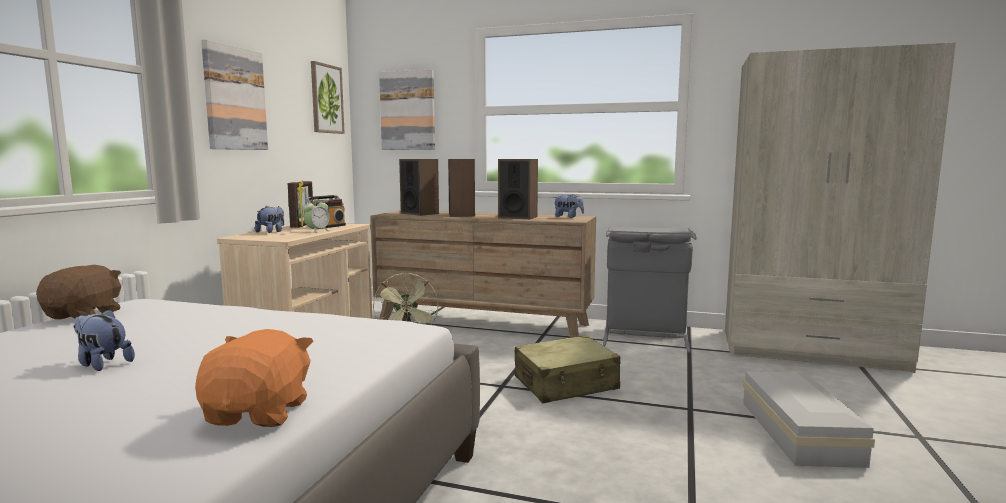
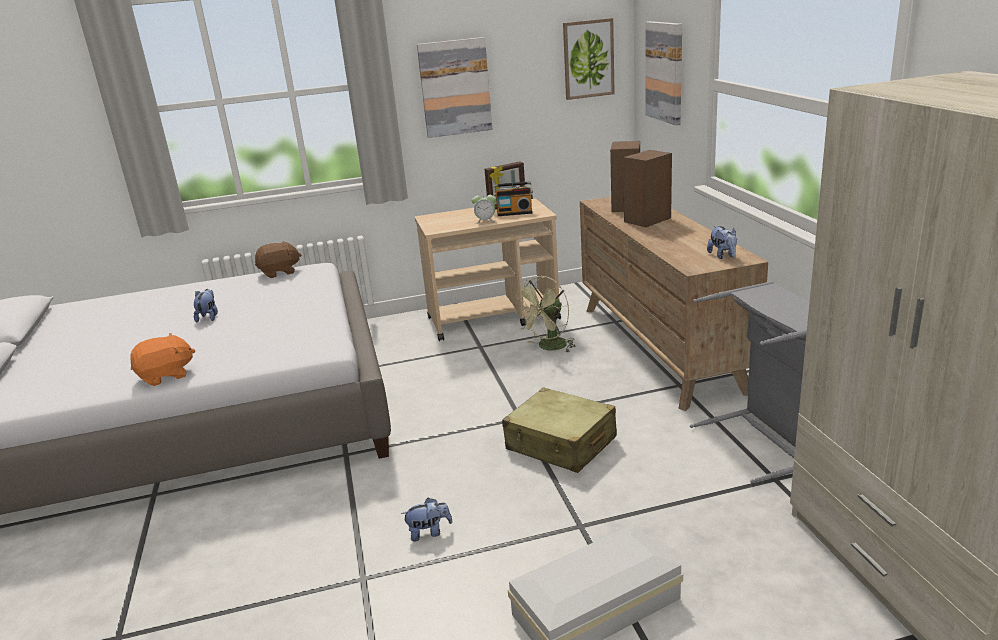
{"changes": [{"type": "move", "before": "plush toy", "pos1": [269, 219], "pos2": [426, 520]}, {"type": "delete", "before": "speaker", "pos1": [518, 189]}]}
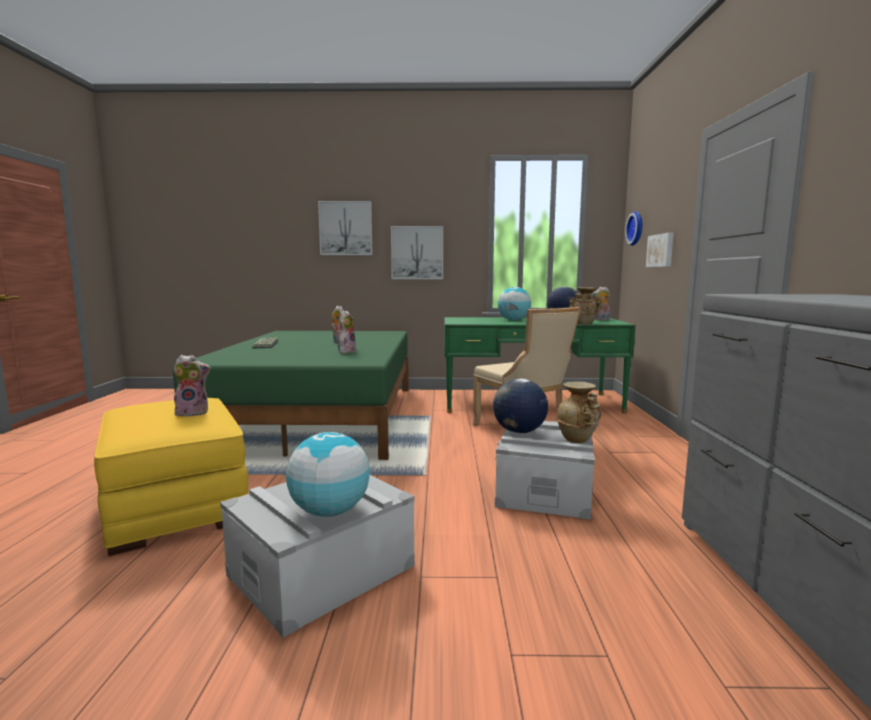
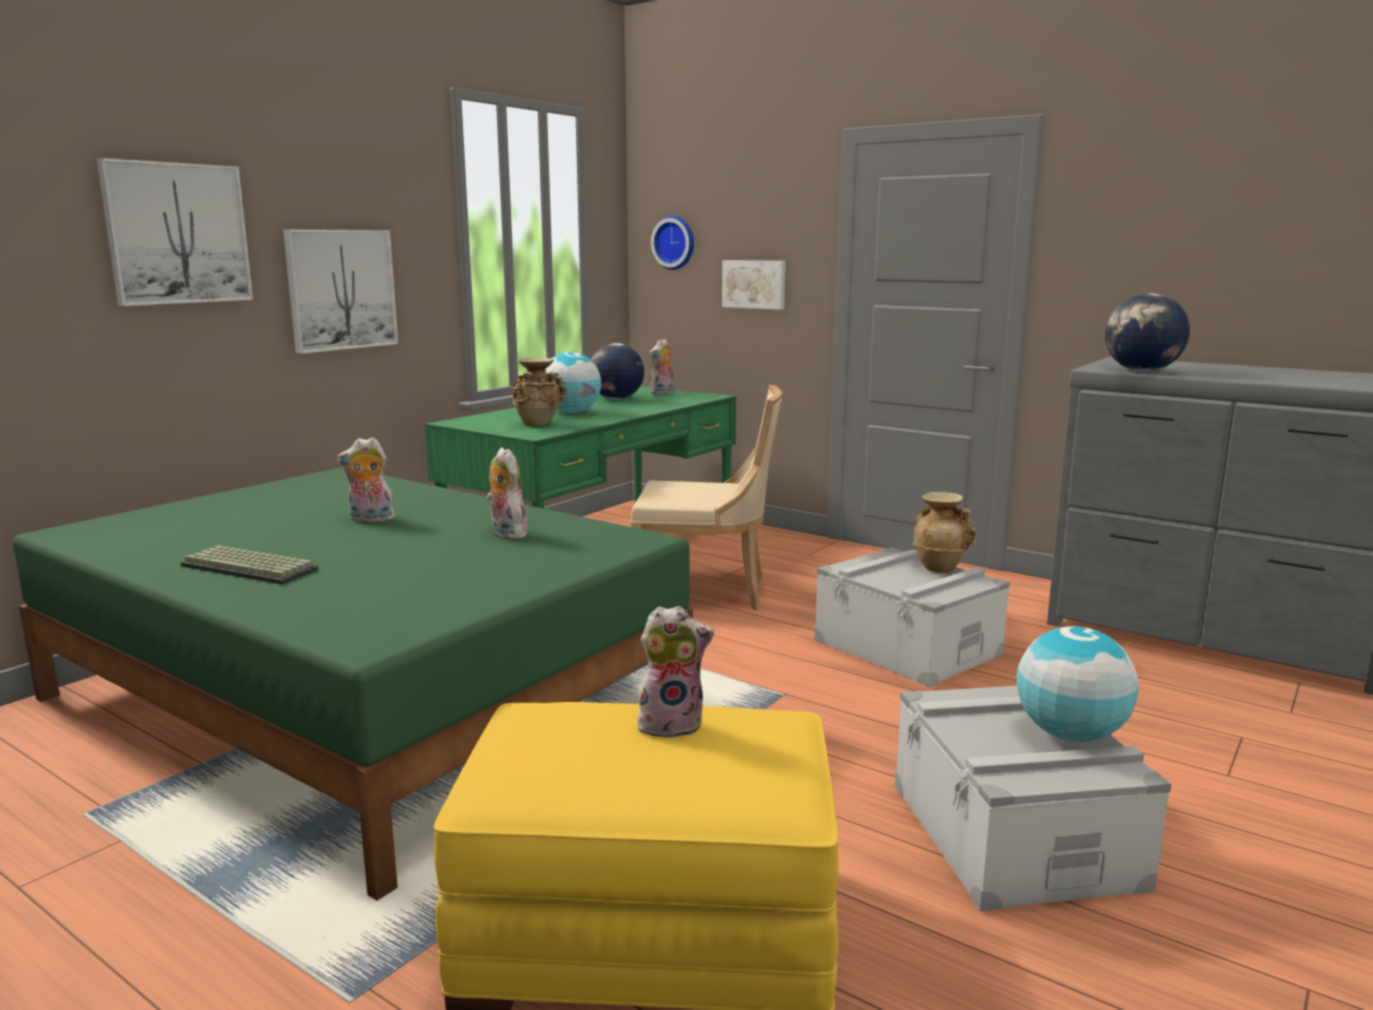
{"changes": [{"type": "move", "before": "beige vase", "pos1": [586, 305], "pos2": [539, 392]}, {"type": "rotate", "before": "plush toy", "pos1": [192, 386], "pos2": [675, 672], "turn": 60}, {"type": "move", "before": "globe", "pos1": [520, 406], "pos2": [1147, 333]}]}
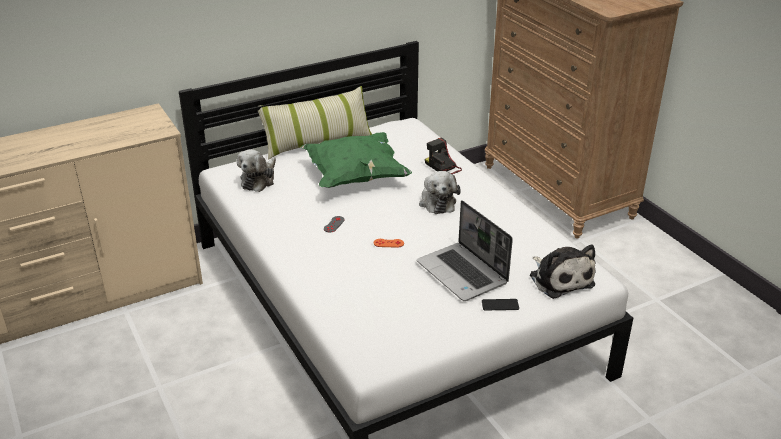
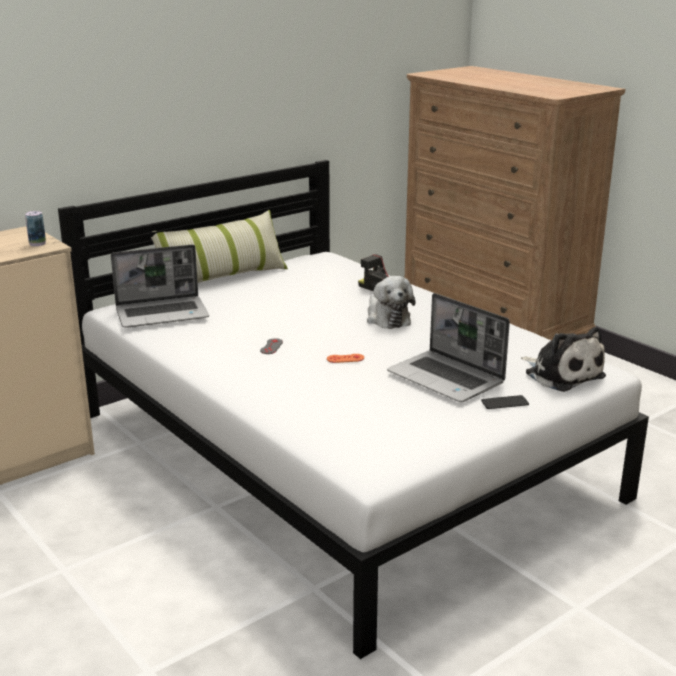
{"changes": [{"type": "insert", "after": "can", "pos2": [35, 228]}, {"type": "replace", "before": "plush toy", "after": "laptop", "pos1": [256, 170], "pos2": [160, 285]}, {"type": "delete", "before": "green pillow", "pos1": [356, 160]}]}
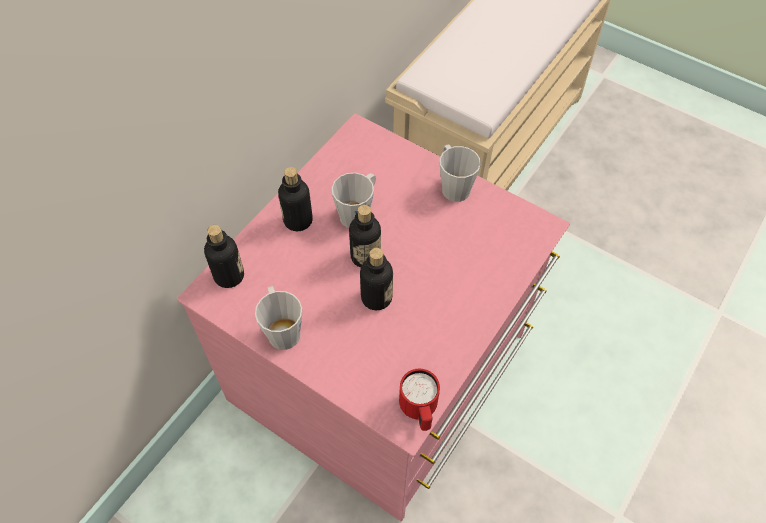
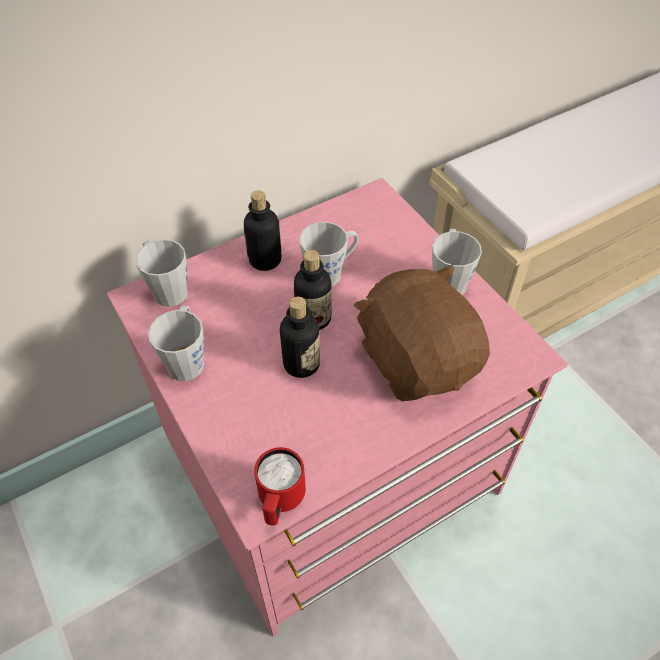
{"changes": [{"type": "replace", "before": "bottle", "after": "grey mug", "pos1": [224, 256], "pos2": [162, 273]}, {"type": "insert", "after": "brown plush toy", "pos2": [422, 332]}]}
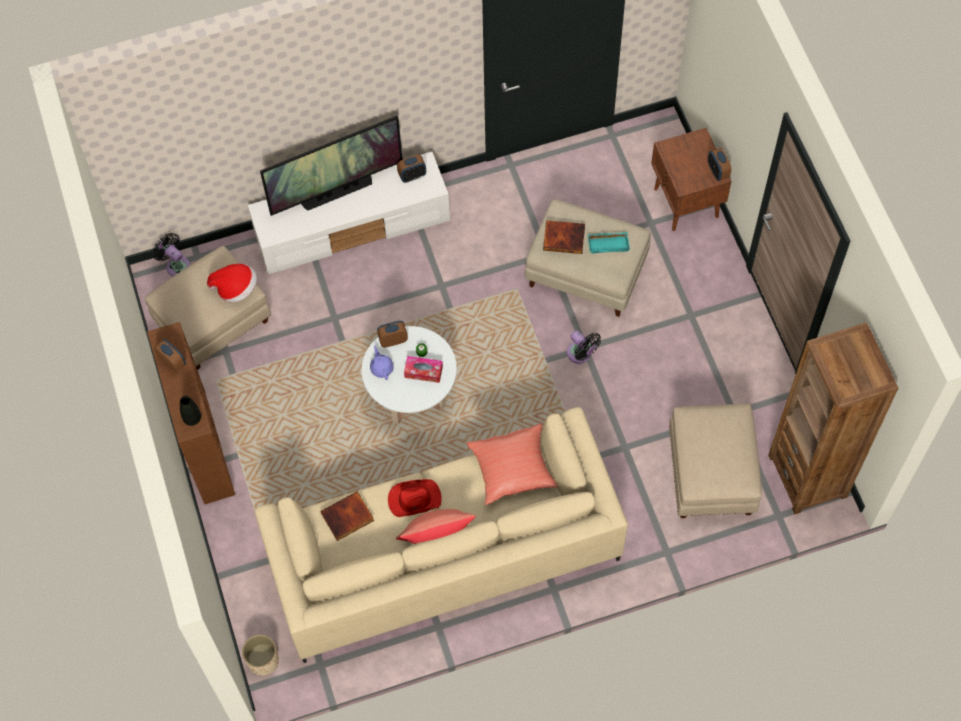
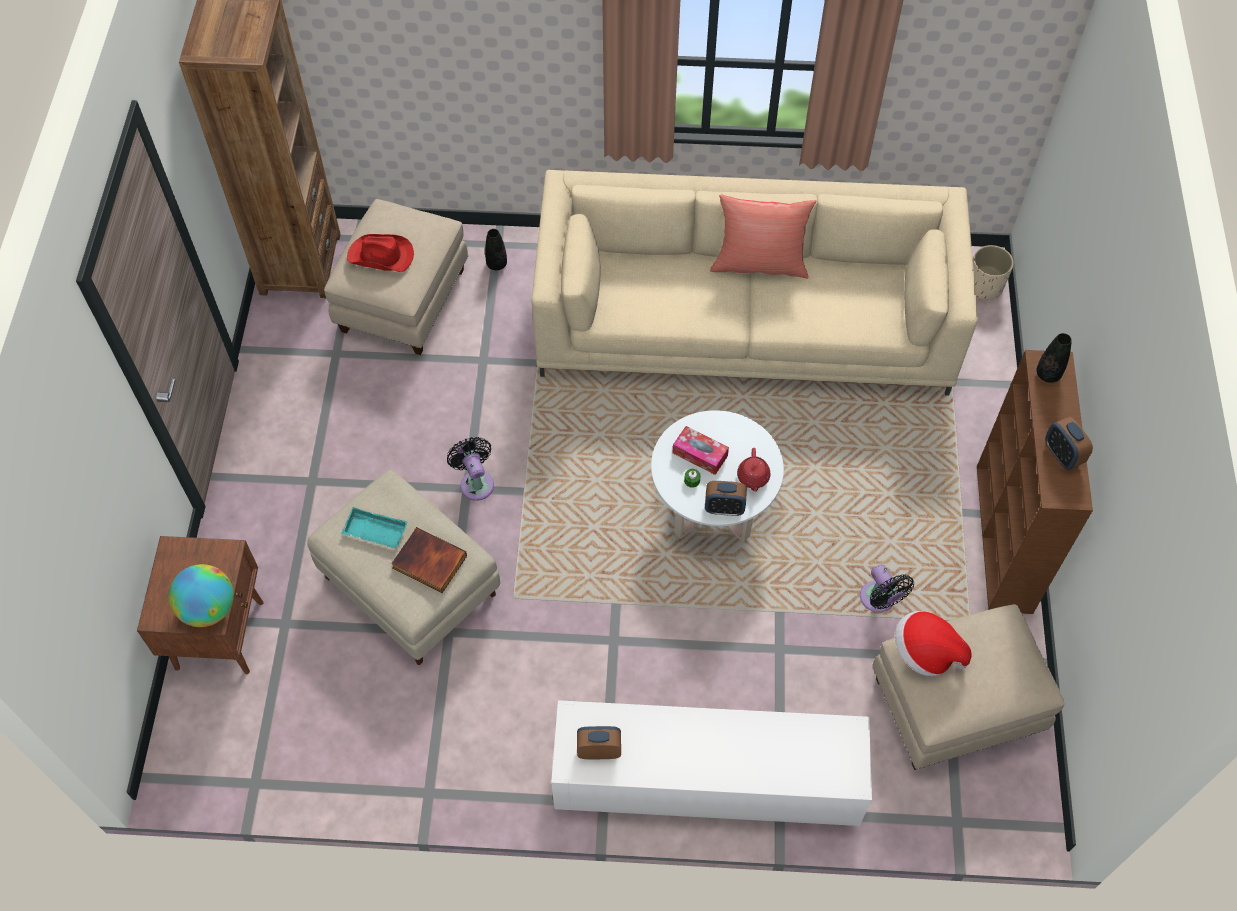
{"changes": [{"type": "insert", "after": "globe", "pos2": [201, 595]}, {"type": "move", "before": "red hat", "pos1": [415, 498], "pos2": [380, 253]}, {"type": "insert", "after": "black vase", "pos2": [496, 249]}, {"type": "recolor", "before": "purple teapot", "after": "red teapot", "pos1": [382, 362], "pos2": [753, 470]}, {"type": "move", "before": "black fan", "pos1": [171, 255], "pos2": [887, 589]}, {"type": "delete", "before": "television", "pos1": [331, 166]}, {"type": "delete", "before": "book", "pos1": [347, 516]}, {"type": "delete", "before": "red pillow", "pos1": [512, 464]}, {"type": "delete", "before": "alarm clock", "pos1": [720, 164]}]}
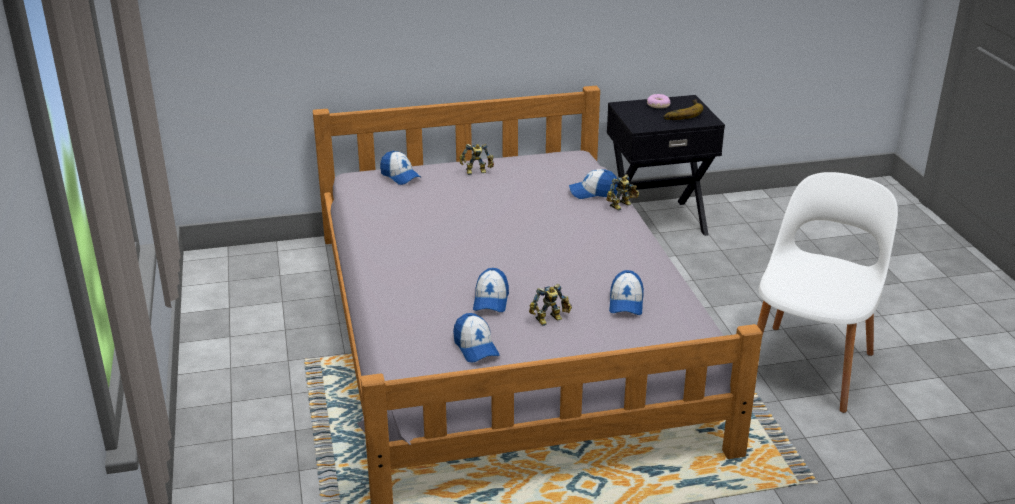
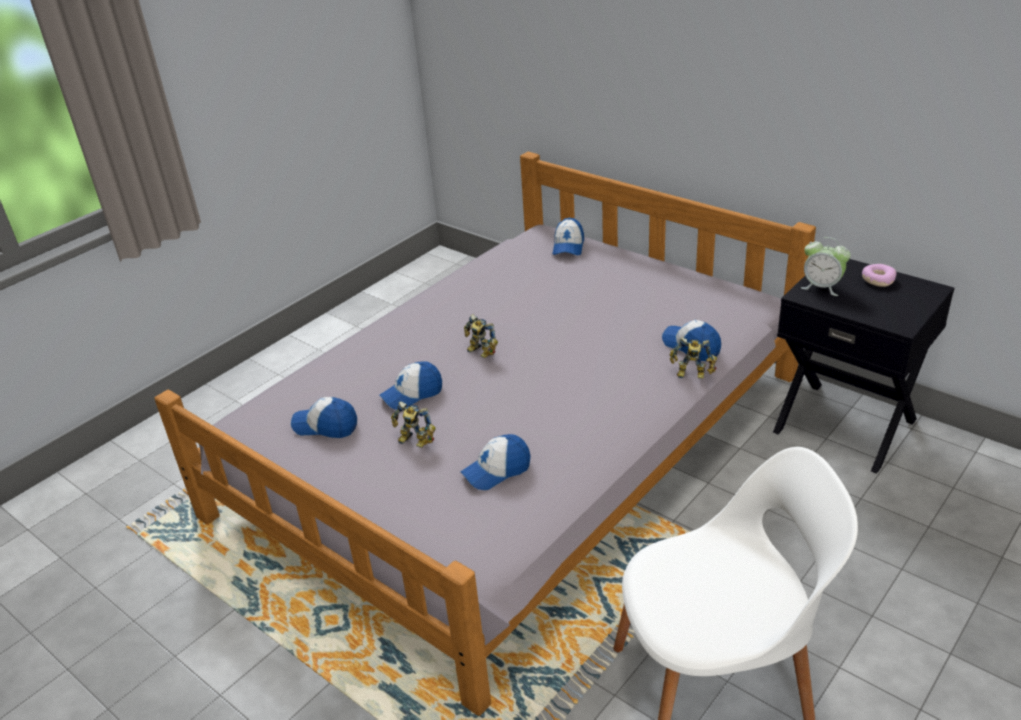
{"changes": [{"type": "rotate", "before": "cap", "pos1": [476, 338], "pos2": [324, 417], "turn": 75}, {"type": "move", "before": "toy robot", "pos1": [476, 159], "pos2": [481, 336]}, {"type": "insert", "after": "alarm clock", "pos2": [826, 266]}, {"type": "delete", "before": "banana", "pos1": [683, 109]}]}
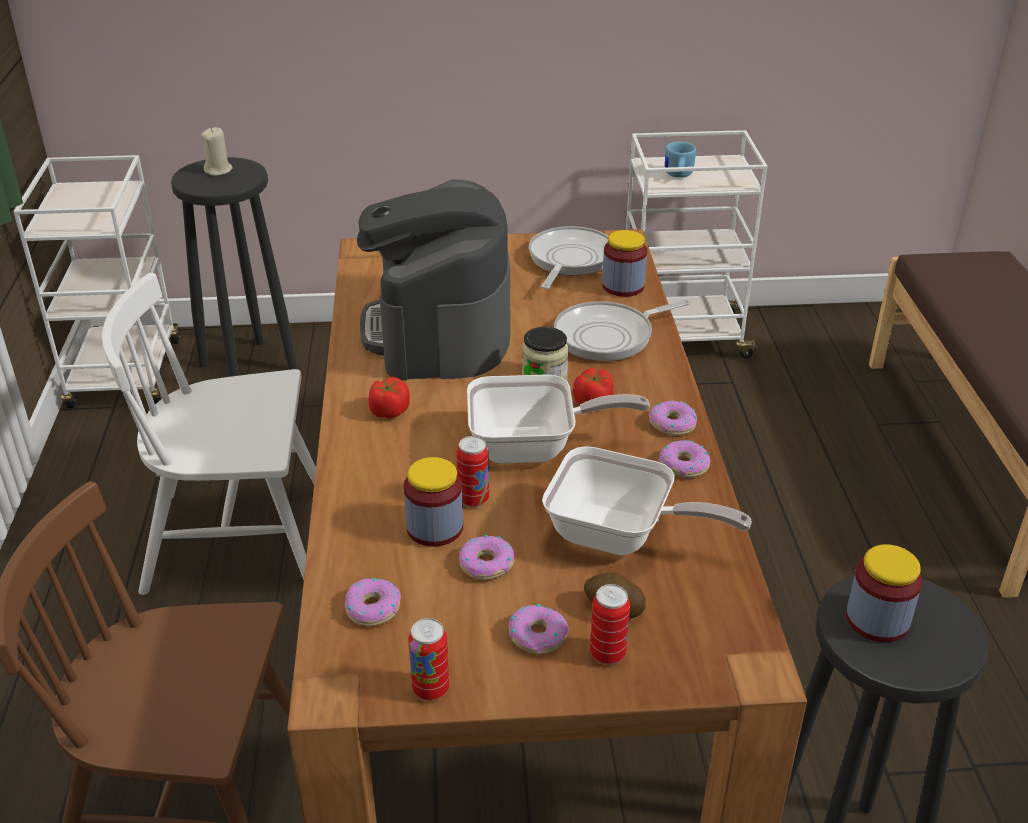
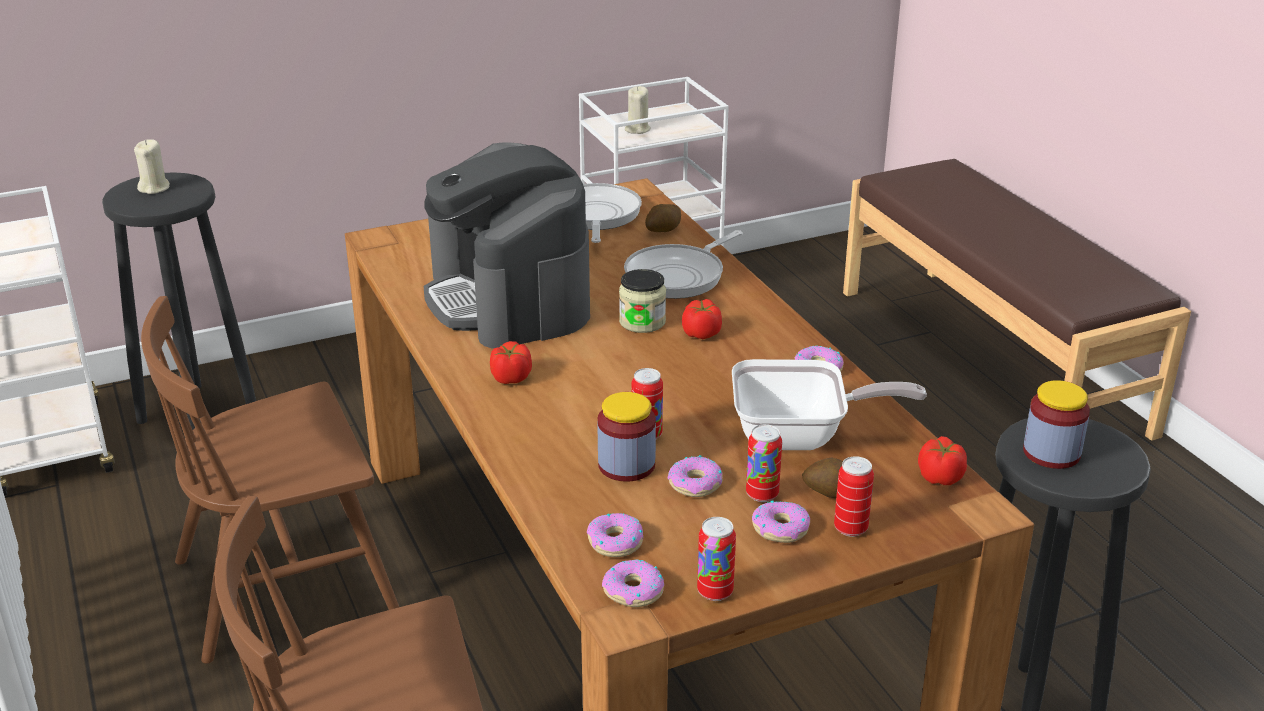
{"changes": [{"type": "recolor", "before": "white chair", "after": "brown chair", "pos1": [209, 434], "pos2": [270, 480]}, {"type": "move", "before": "donut", "pos1": [672, 418], "pos2": [633, 583]}, {"type": "replace", "before": "blue mug", "after": "beige candle", "pos1": [680, 160], "pos2": [638, 110]}, {"type": "replace", "before": "jar", "after": "potato", "pos1": [624, 263], "pos2": [663, 218]}, {"type": "insert", "after": "can", "pos2": [764, 463]}, {"type": "insert", "after": "tomato", "pos2": [942, 460]}, {"type": "delete", "before": "frying pan", "pos1": [558, 419]}]}
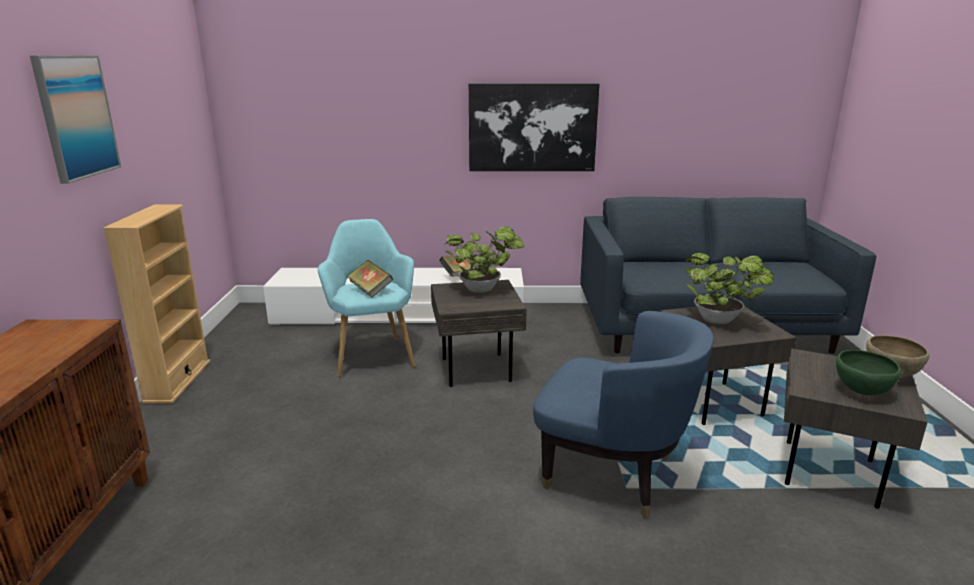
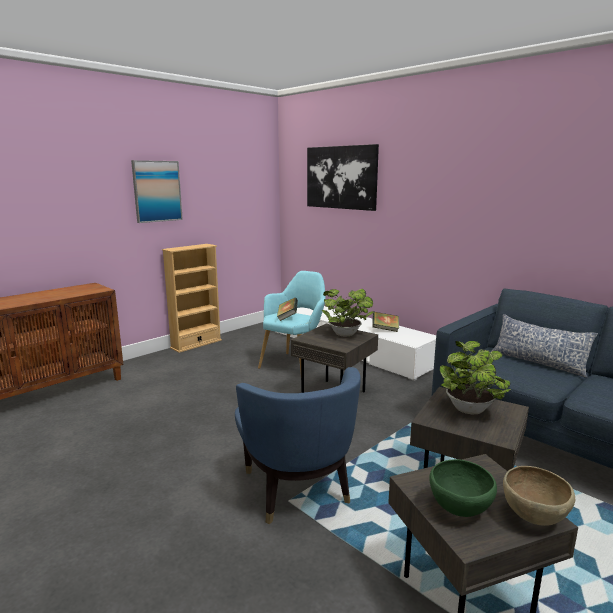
{"changes": [{"type": "move", "before": "picture", "pos1": [534, 127], "pos2": [343, 177]}, {"type": "insert", "after": "pillow", "pos2": [544, 346]}]}
